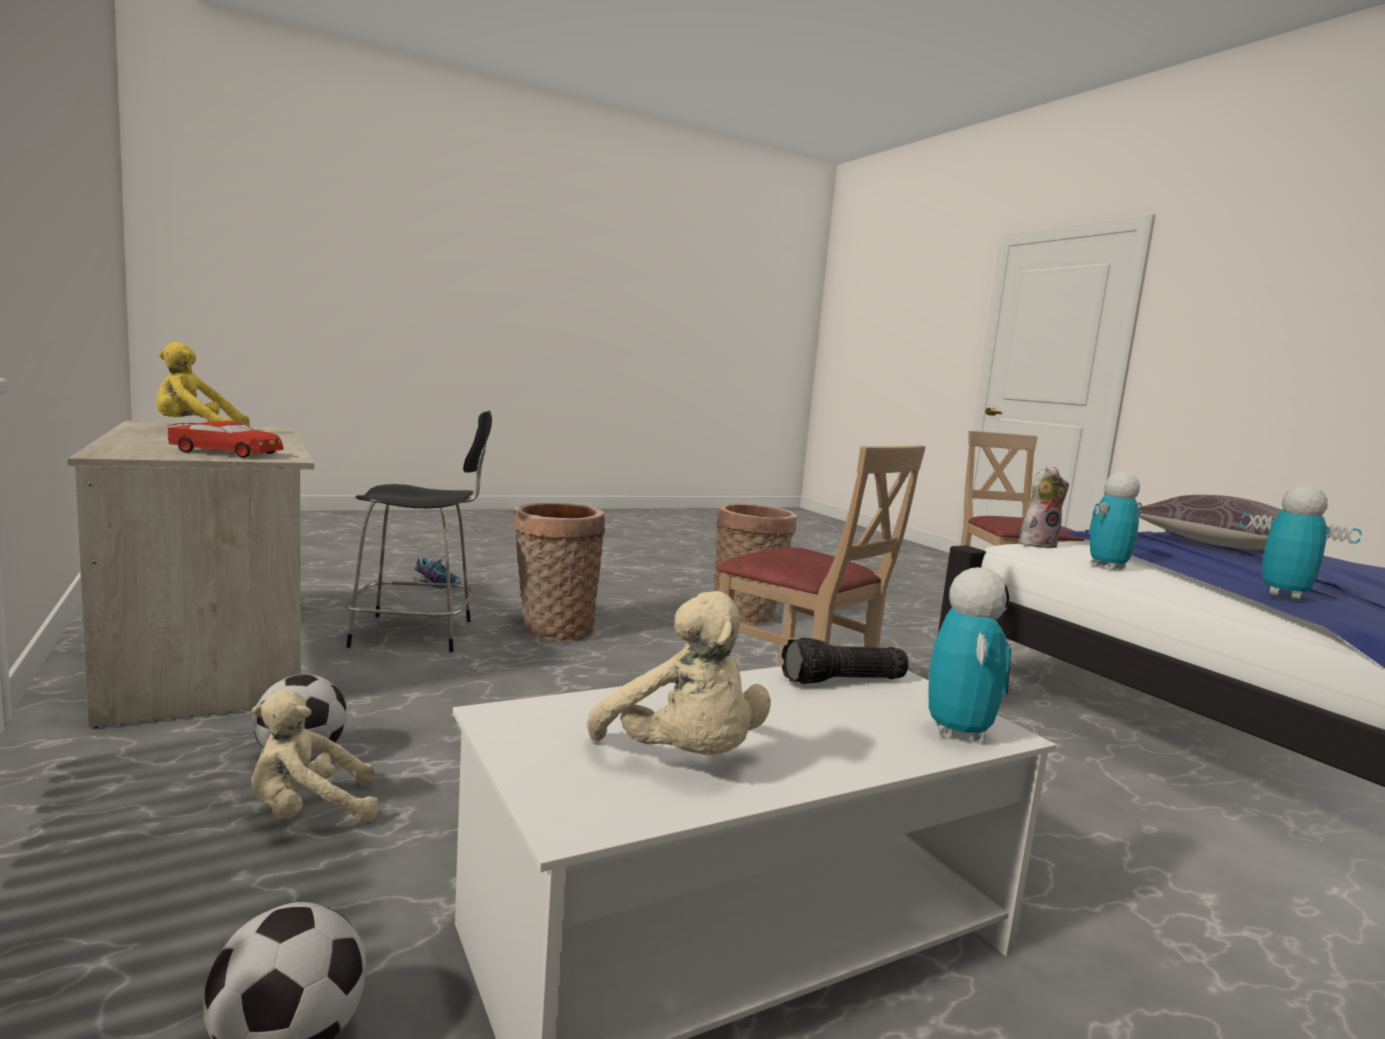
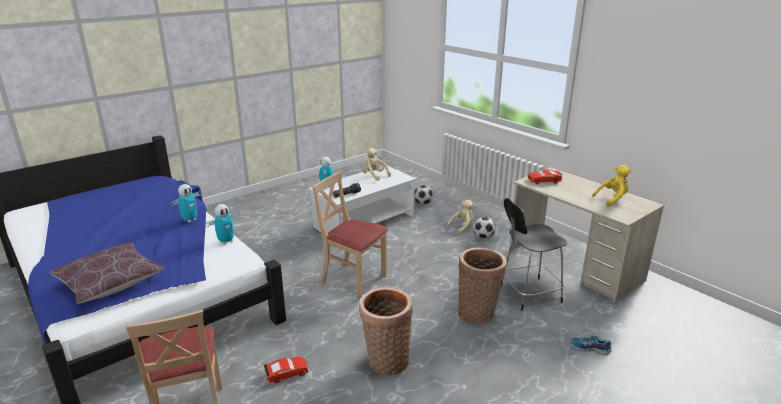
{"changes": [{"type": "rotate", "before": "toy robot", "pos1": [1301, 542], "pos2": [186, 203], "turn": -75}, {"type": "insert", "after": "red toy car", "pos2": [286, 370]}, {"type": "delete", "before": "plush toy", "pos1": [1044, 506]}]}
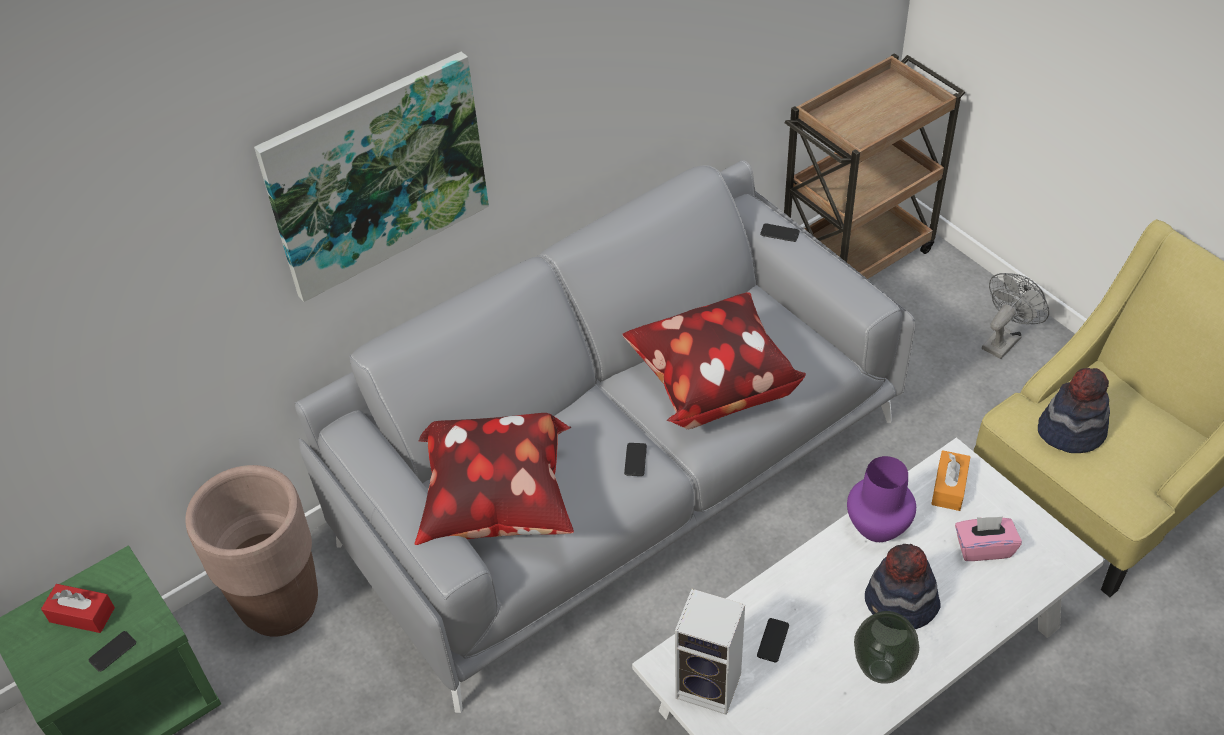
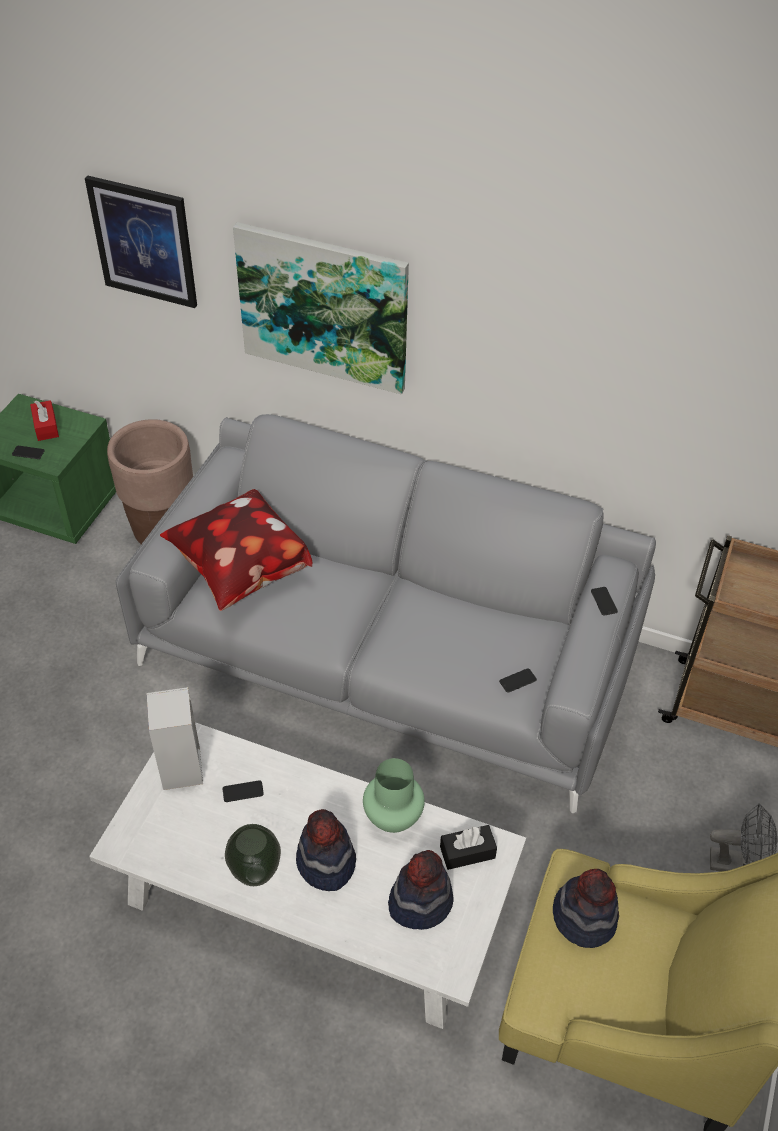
{"changes": [{"type": "insert", "after": "picture", "pos2": [141, 241]}, {"type": "recolor", "before": "purple vase", "after": "green vase", "pos1": [881, 499], "pos2": [394, 795]}, {"type": "replace", "before": "pink tissue box", "after": "hat", "pos1": [988, 539], "pos2": [421, 890]}, {"type": "recolor", "before": "orange tissue box", "after": "black tissue box", "pos1": [951, 480], "pos2": [468, 847]}, {"type": "move", "before": "phone", "pos1": [635, 459], "pos2": [518, 680]}, {"type": "delete", "before": "pillow", "pos1": [714, 360]}]}
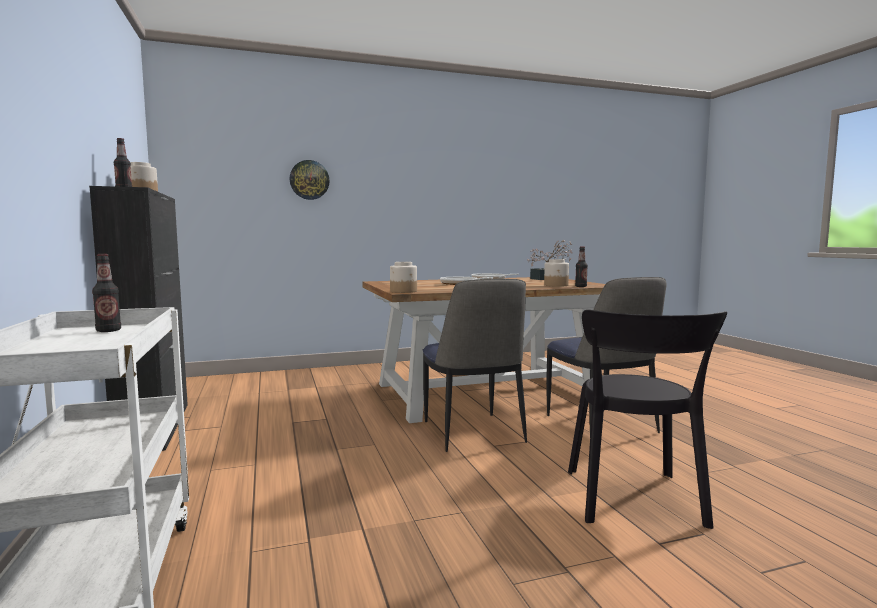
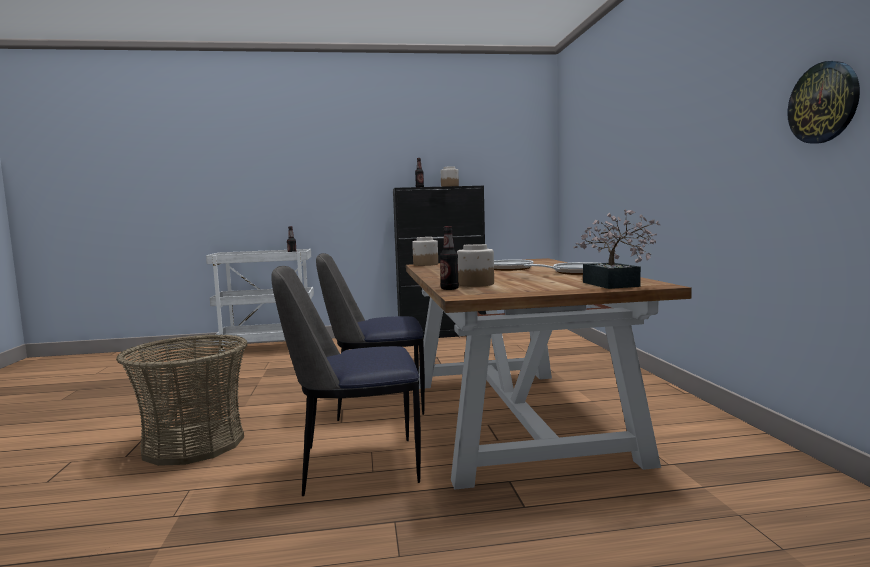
{"changes": [{"type": "replace", "before": "black chair", "after": "basket", "pos1": [647, 419], "pos2": [182, 400]}, {"type": "move", "before": "wall clock", "pos1": [310, 180], "pos2": [823, 102]}]}
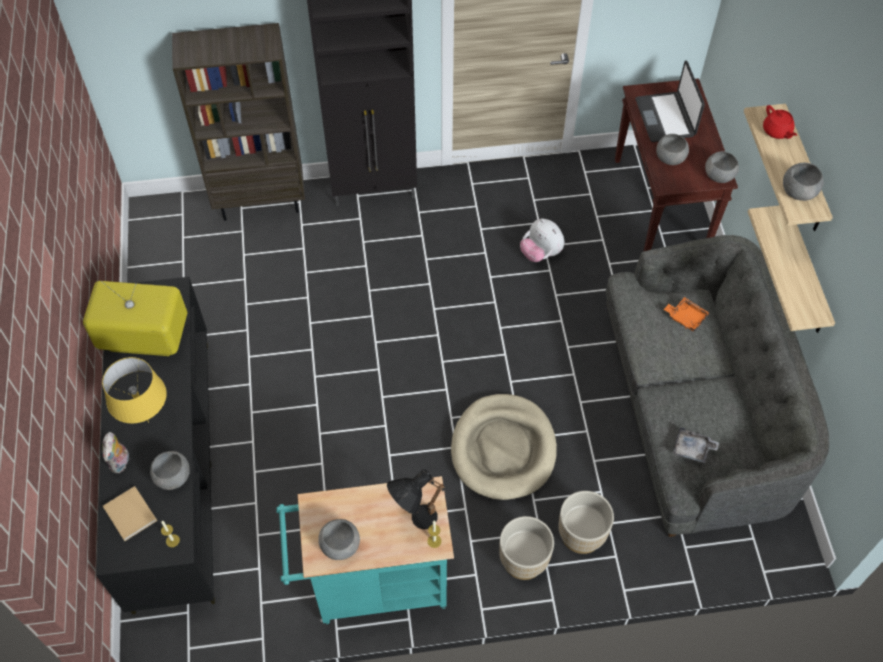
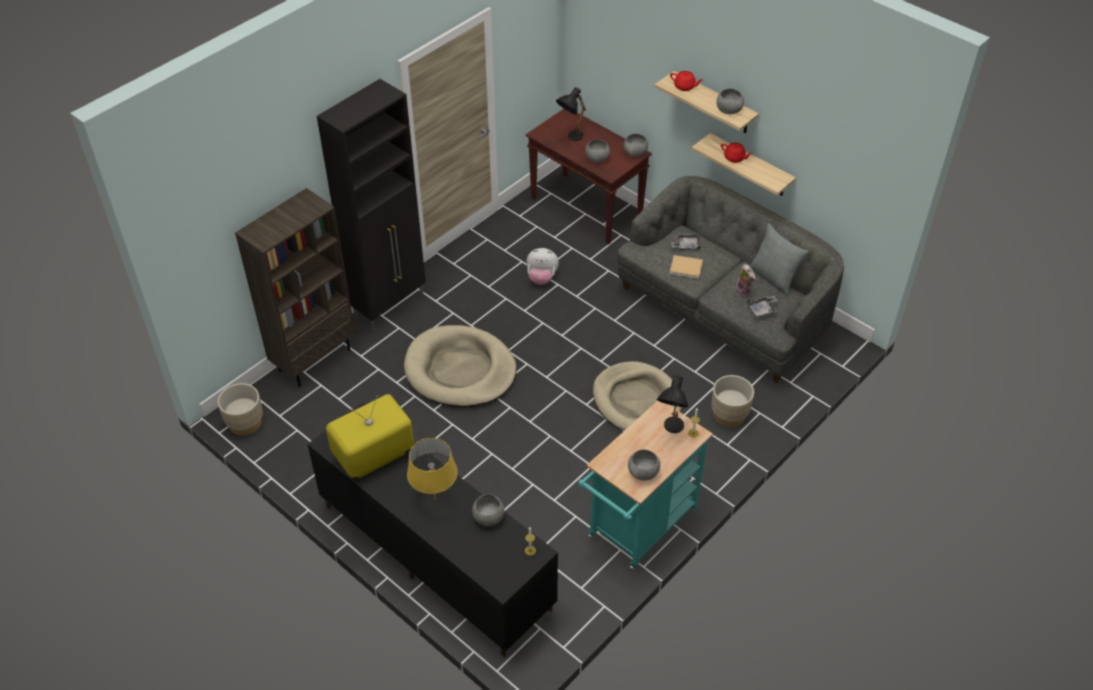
{"changes": [{"type": "move", "before": "beige planter", "pos1": [526, 548], "pos2": [240, 409]}, {"type": "insert", "after": "beige dog bed", "pos2": [460, 366]}, {"type": "replace", "before": "laptop", "after": "black table lamp", "pos1": [670, 101], "pos2": [571, 114]}, {"type": "move", "before": "beige book", "pos1": [130, 513], "pos2": [686, 267]}, {"type": "recolor", "before": "orange tray", "after": "grey tray", "pos1": [686, 314], "pos2": [686, 242]}, {"type": "insert", "after": "red teapot", "pos2": [737, 153]}, {"type": "move", "before": "plush toy", "pos1": [115, 452], "pos2": [745, 281]}, {"type": "insert", "after": "grey pillow", "pos2": [779, 259]}]}
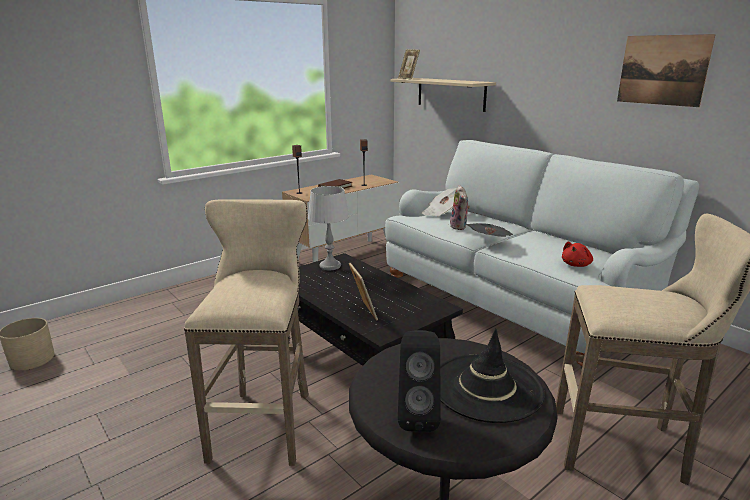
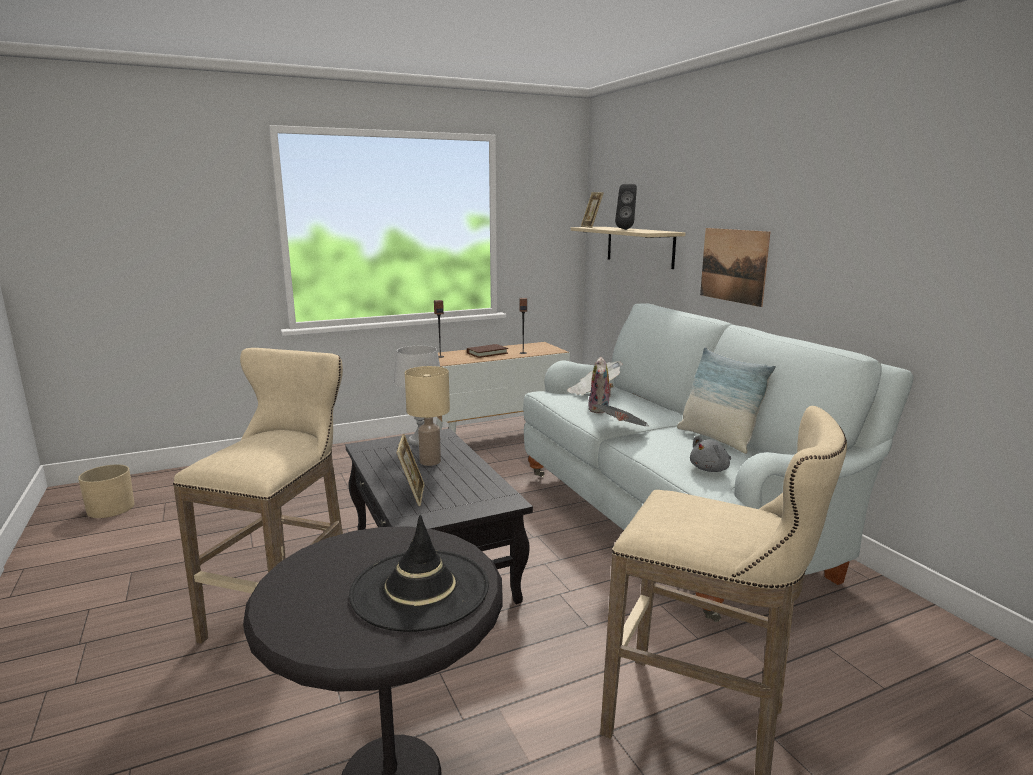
{"changes": [{"type": "insert", "after": "beige table lamp", "pos2": [427, 416]}, {"type": "move", "before": "black speaker", "pos1": [419, 381], "pos2": [626, 207]}, {"type": "insert", "after": "pillow", "pos2": [726, 400]}, {"type": "recolor", "before": "red plush toy", "after": "grey plush toy", "pos1": [577, 254], "pos2": [710, 454]}, {"type": "move", "before": "picture", "pos1": [666, 70], "pos2": [735, 267]}]}
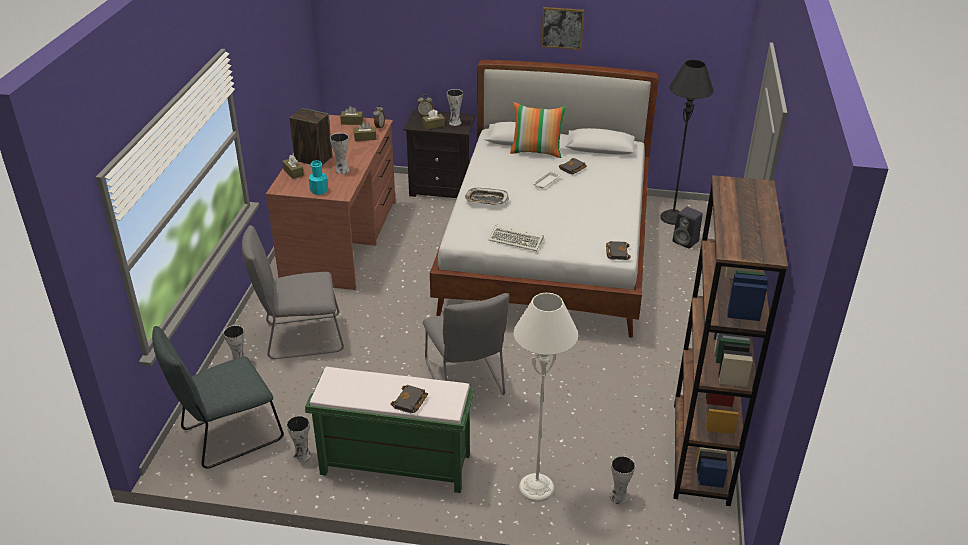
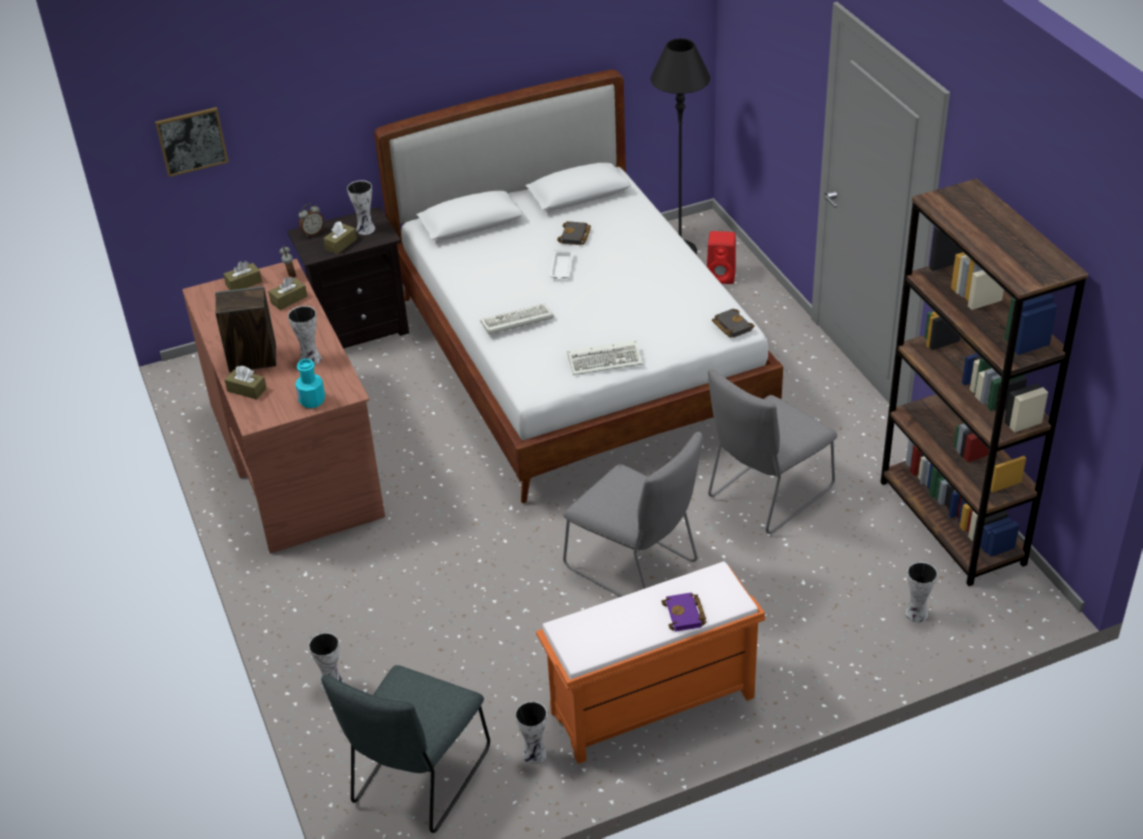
{"changes": [{"type": "move", "before": "picture", "pos1": [562, 28], "pos2": [192, 142]}, {"type": "replace", "before": "tray", "after": "keyboard", "pos1": [487, 196], "pos2": [517, 319]}, {"type": "recolor", "before": "green bench", "after": "orange bench", "pos1": [389, 430], "pos2": [650, 662]}, {"type": "recolor", "before": "black book", "after": "purple book", "pos1": [409, 399], "pos2": [683, 612]}, {"type": "recolor", "before": "black speaker", "after": "red speaker", "pos1": [688, 228], "pos2": [721, 257]}, {"type": "move", "before": "grey chair", "pos1": [293, 292], "pos2": [773, 451]}, {"type": "delete", "before": "pillow", "pos1": [538, 130]}, {"type": "delete", "before": "white floor lamp", "pos1": [546, 397]}]}
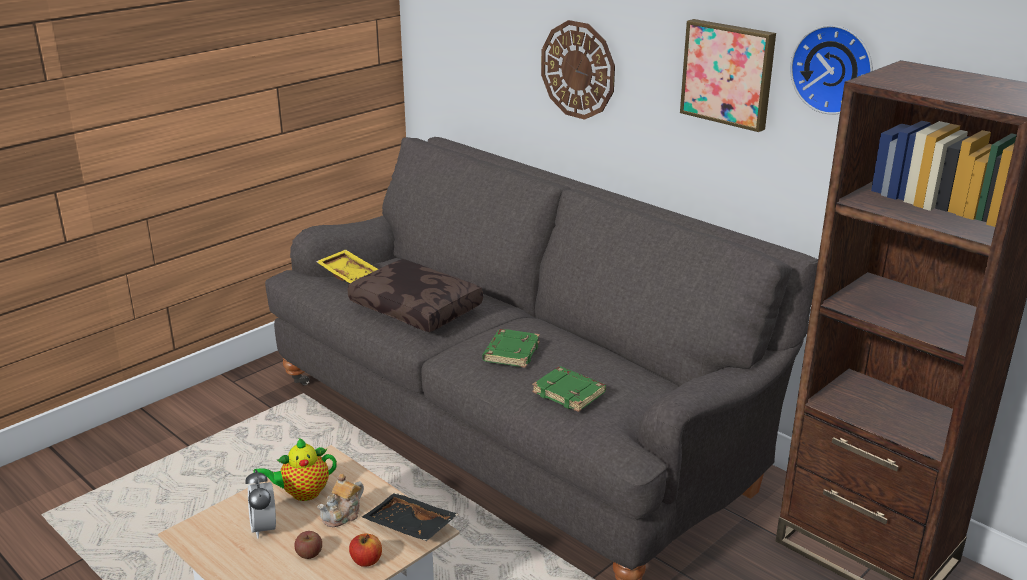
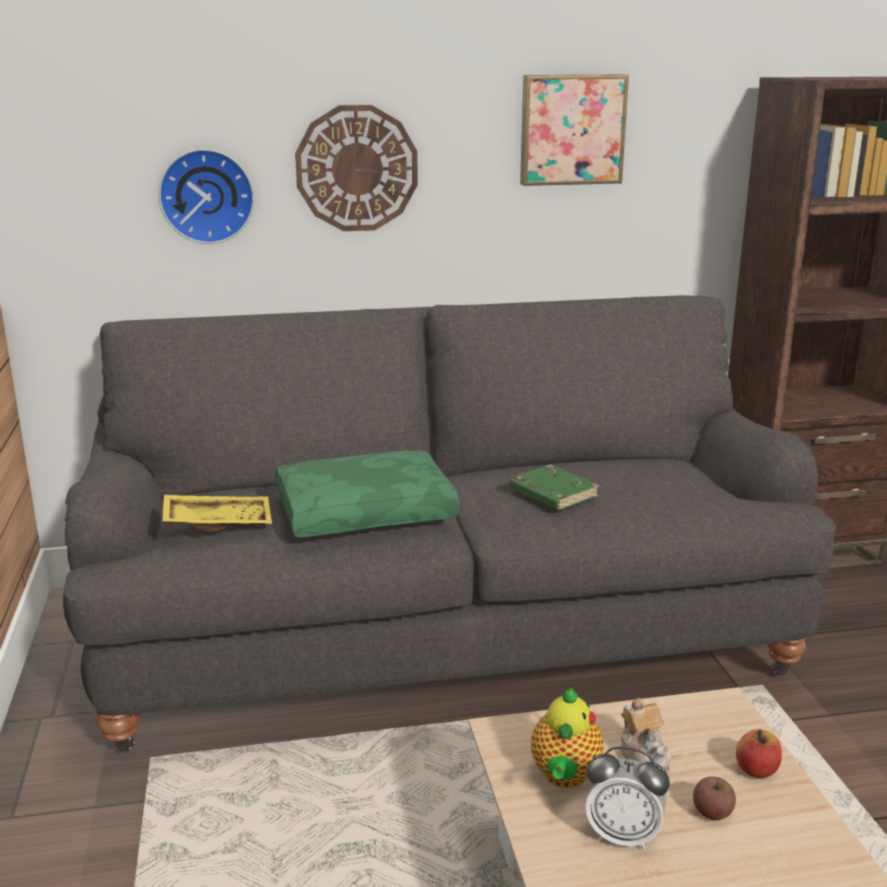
{"changes": [{"type": "move", "before": "wall clock", "pos1": [831, 70], "pos2": [206, 196]}, {"type": "recolor", "before": "brown pillow", "after": "green pillow", "pos1": [415, 295], "pos2": [367, 493]}, {"type": "delete", "before": "black tray", "pos1": [410, 517]}, {"type": "delete", "before": "green book", "pos1": [569, 389]}]}
